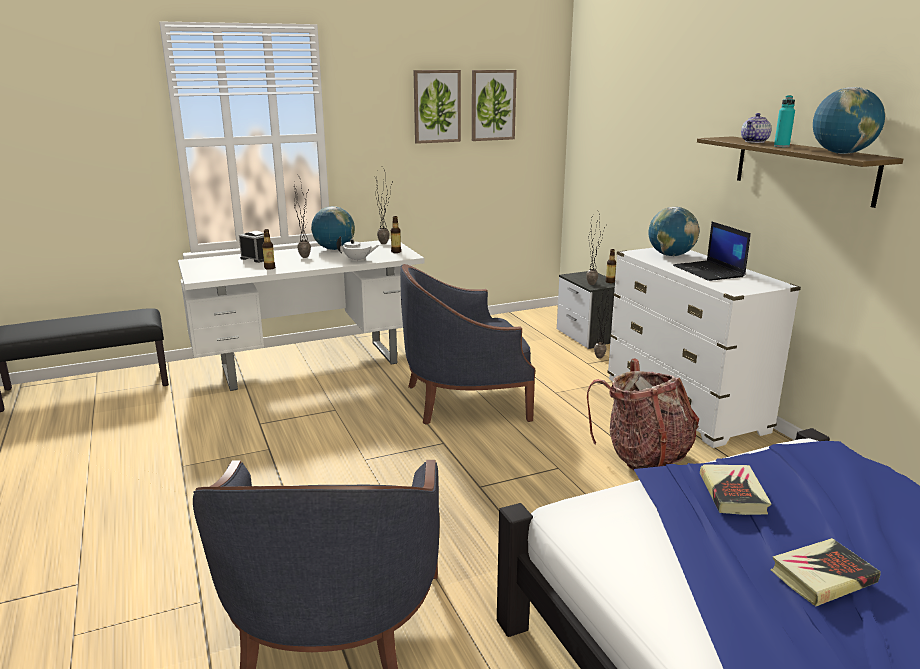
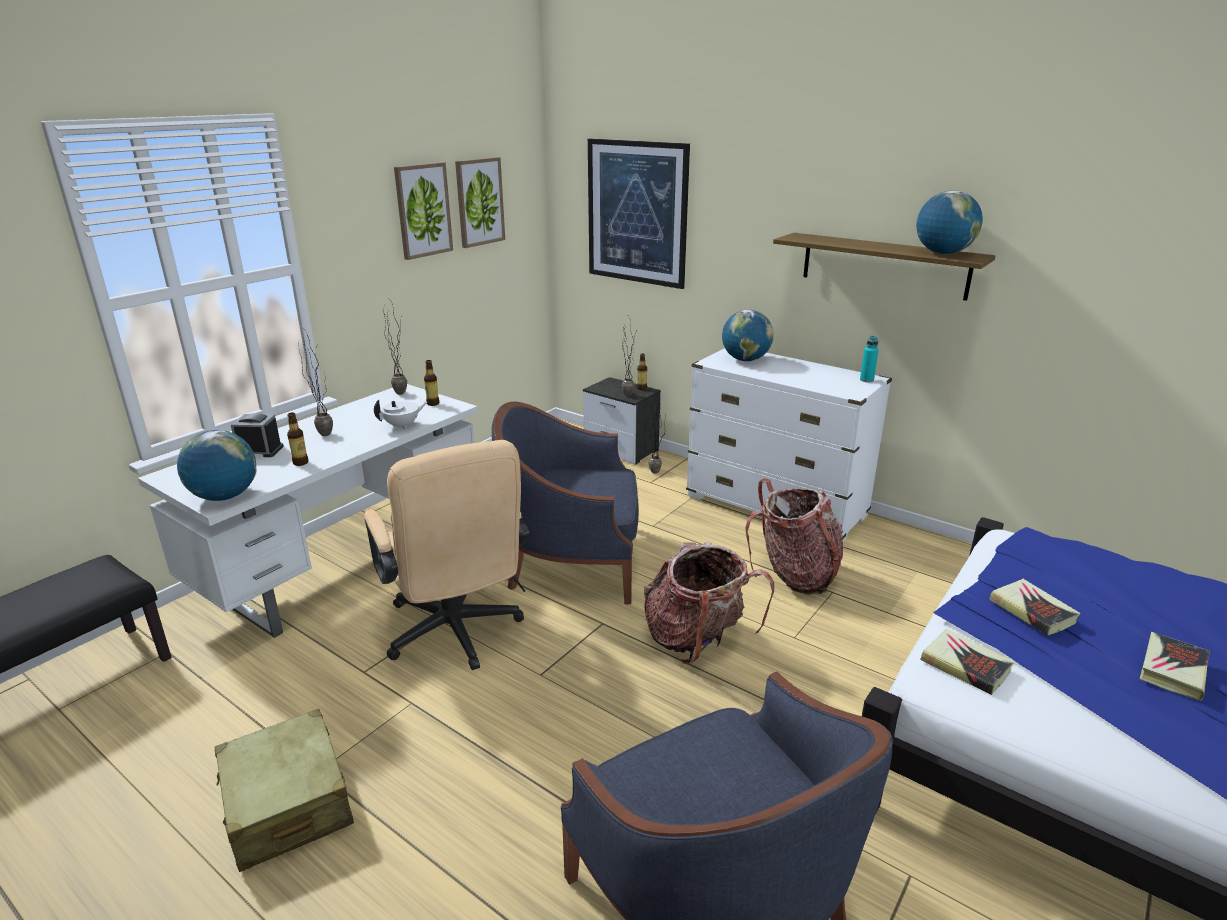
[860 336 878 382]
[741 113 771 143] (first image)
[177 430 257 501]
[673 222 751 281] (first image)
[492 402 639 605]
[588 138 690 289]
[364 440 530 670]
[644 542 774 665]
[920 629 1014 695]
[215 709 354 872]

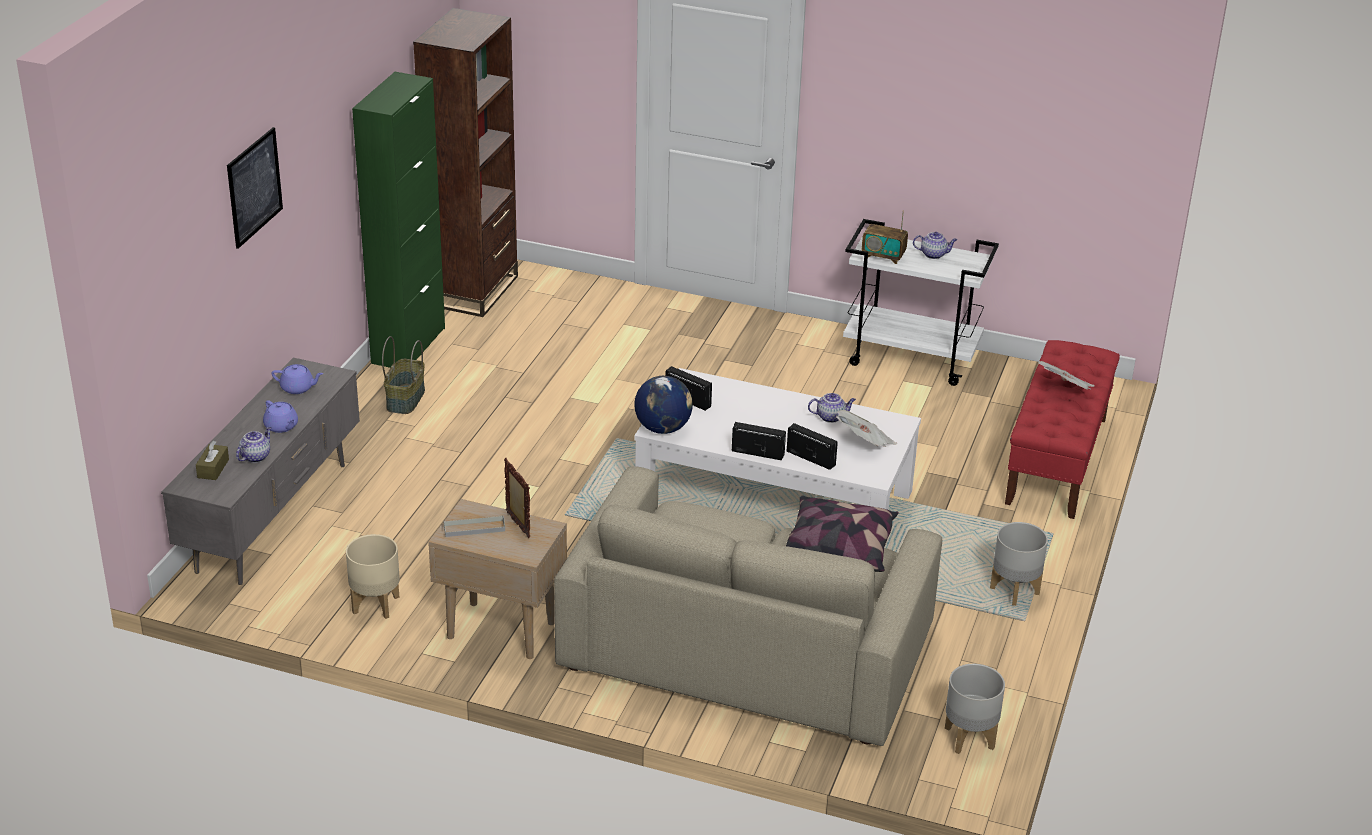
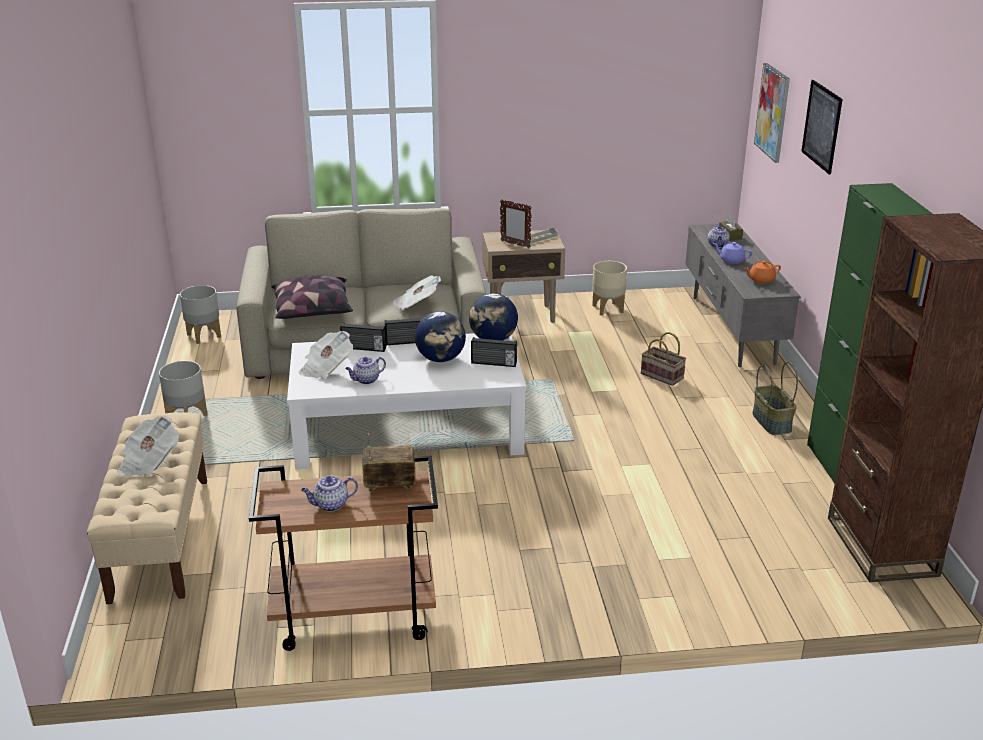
[249 456 438 651]
[86 413 207 604]
[744 261 781 284]
[754 63 790 163]
[392 276 441 310]
[415 311 466 362]
[641 332 686 386]

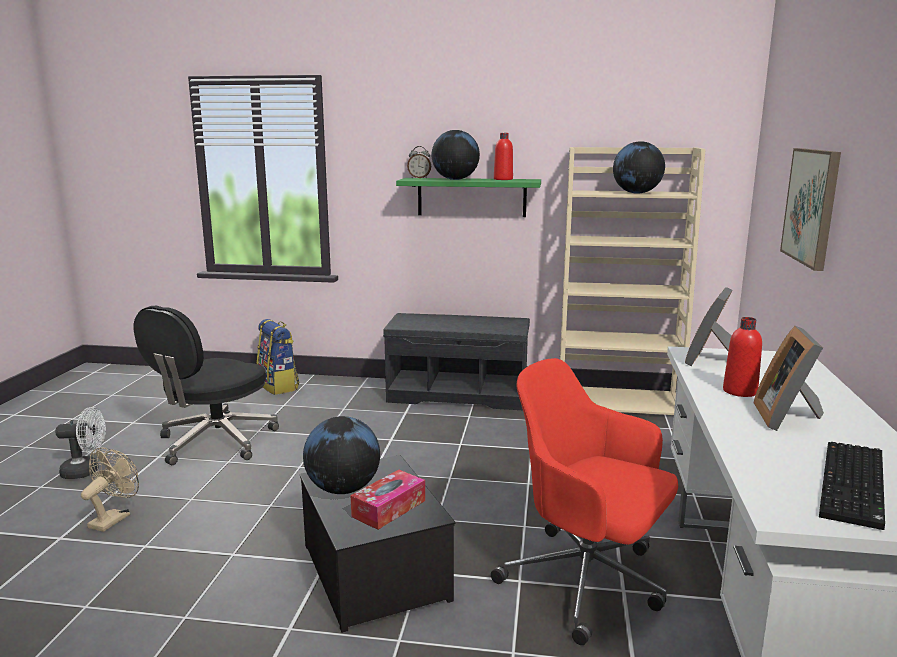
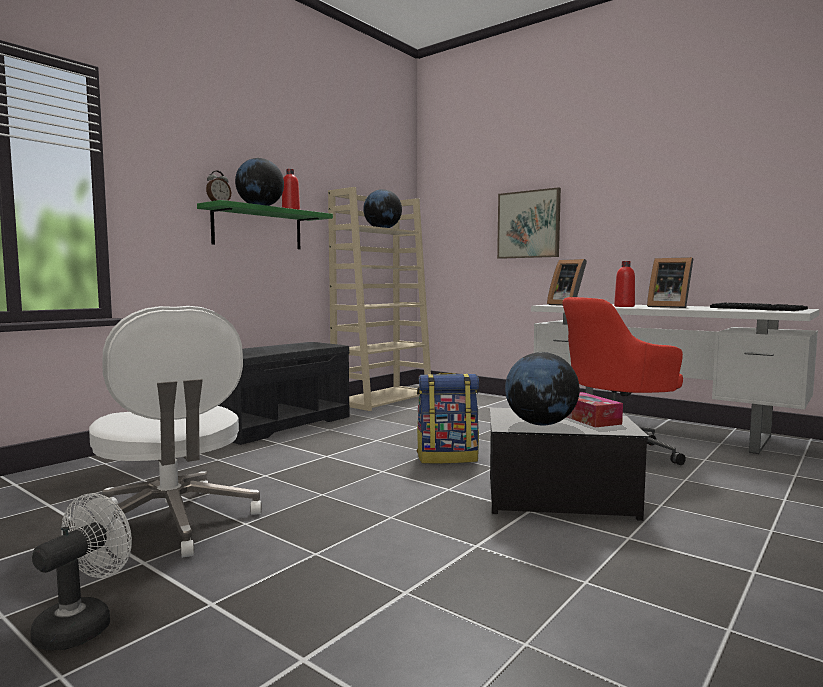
[89 306 262 558]
[417 373 479 464]
[81 448 139 532] (first image)

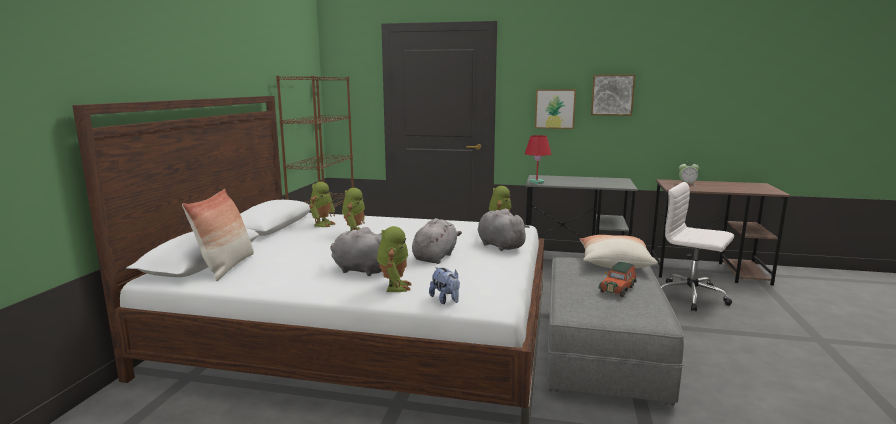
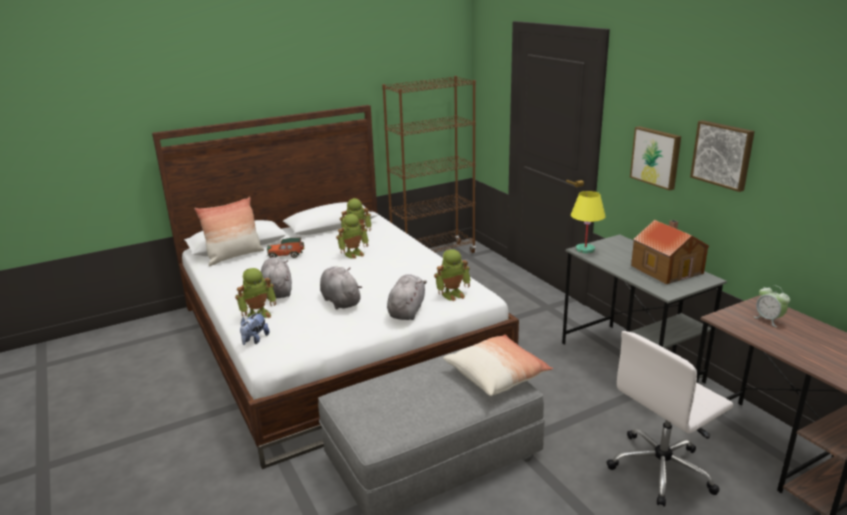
[571 191 606 254]
[606 331 733 507]
[320 266 362 309]
[267 238 304 258]
[631 220 709 284]

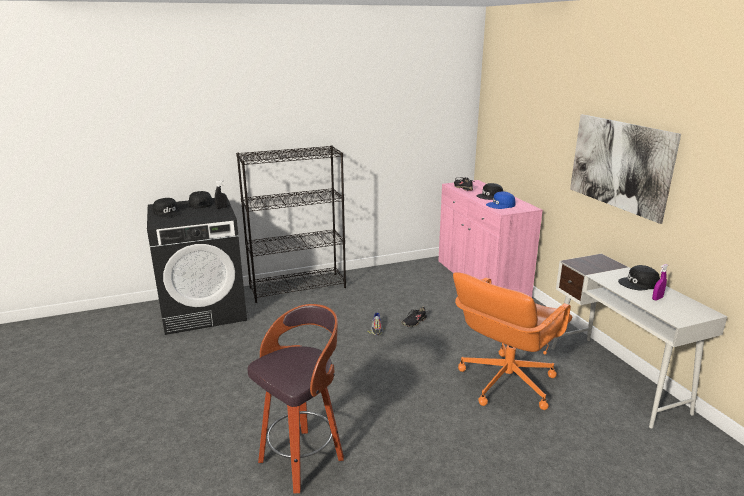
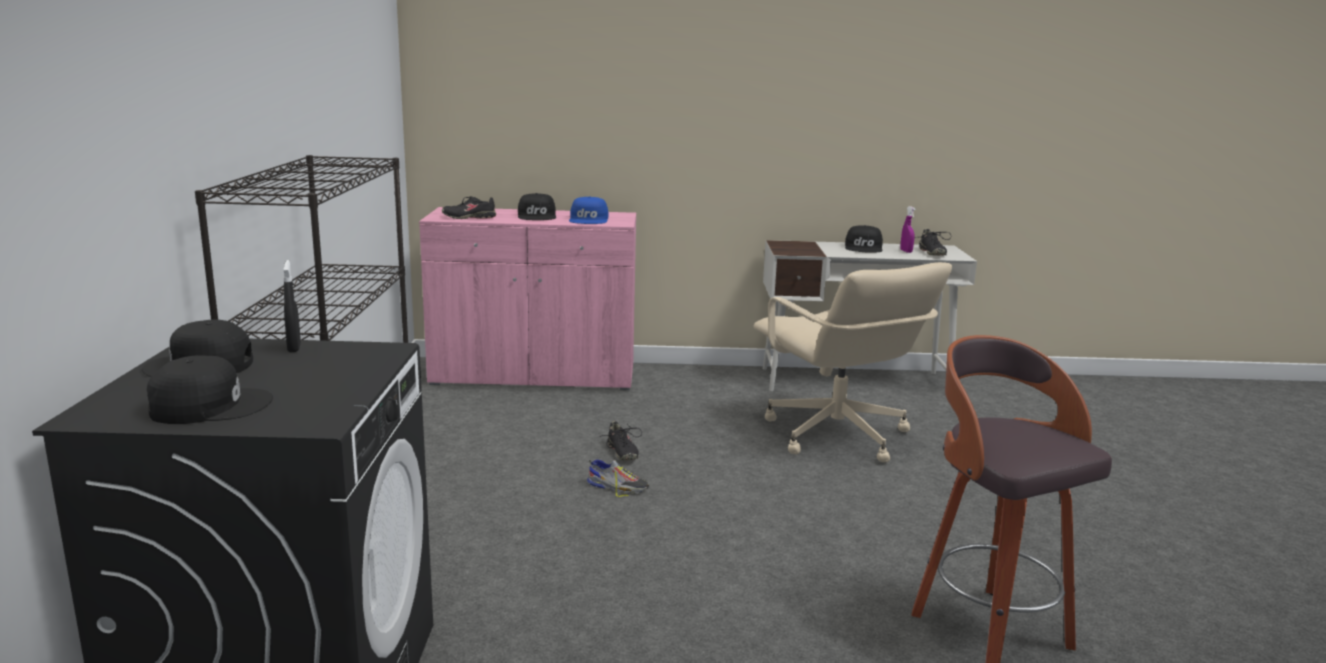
[570 114 681 224] (first image)
[753 262 952 462]
[915 229 951 256]

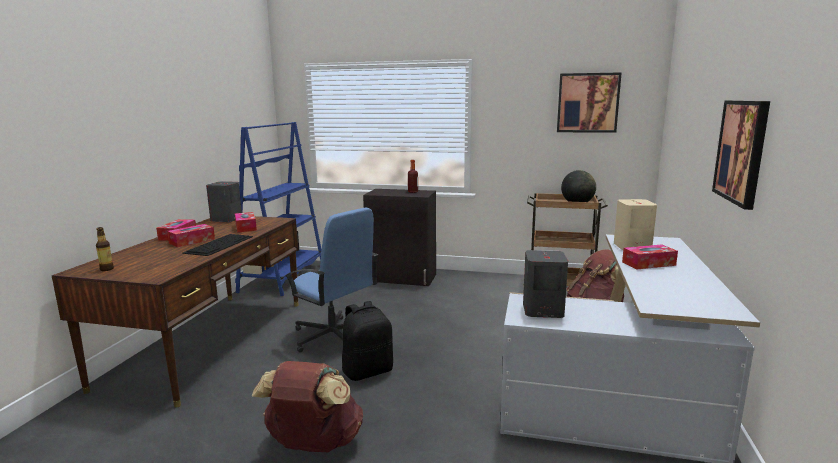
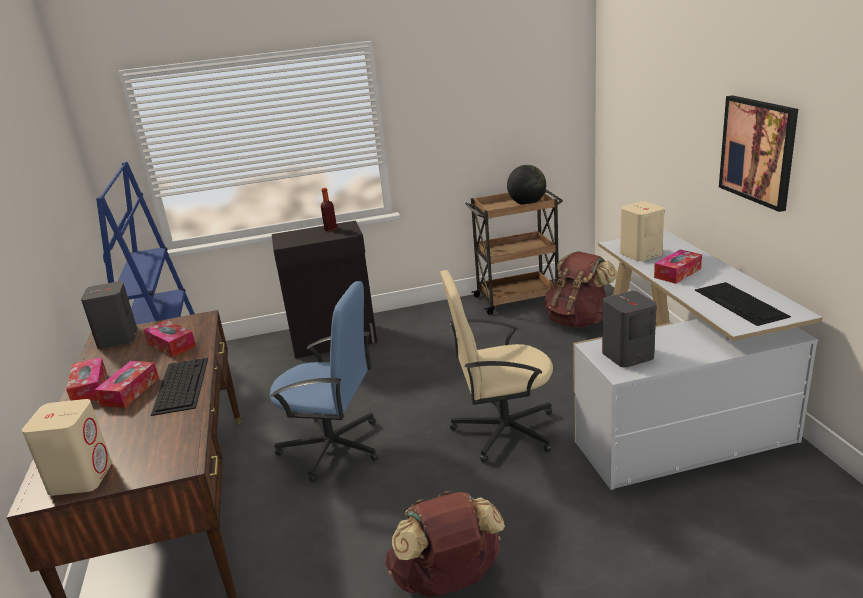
[557 72 622 133] (first image)
[22 399 112 496]
[342 301 393 381] (first image)
[440 270 553 463]
[695 282 791 326]

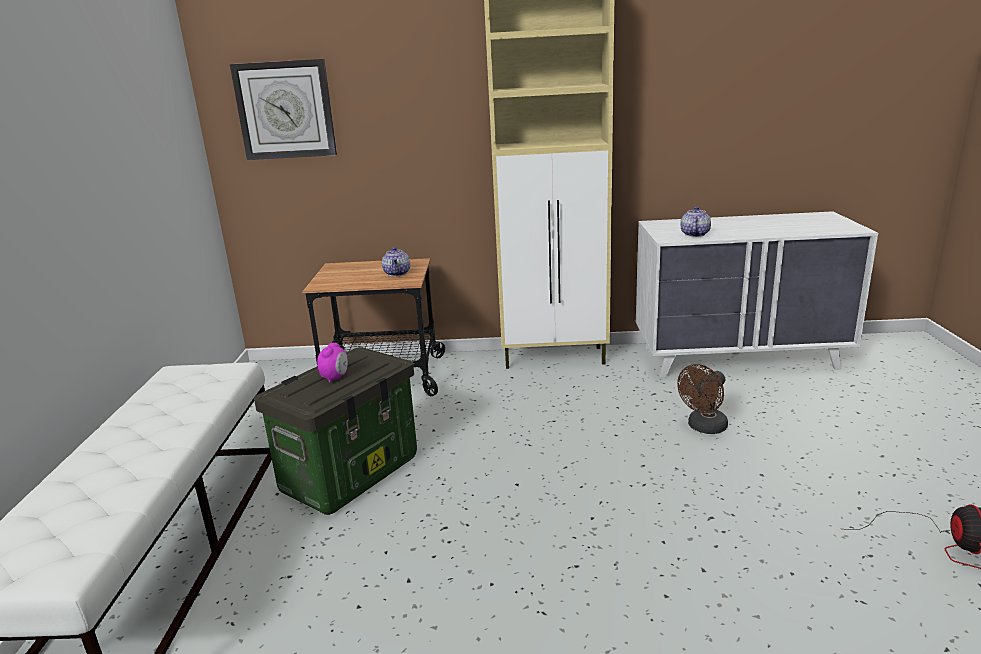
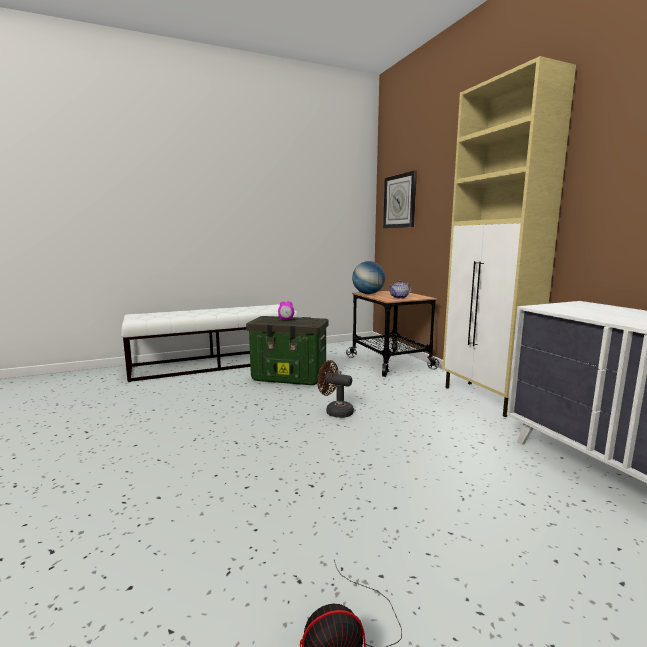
[680 206 711 237] (first image)
[317 360 354 418]
[352 261 385 294]

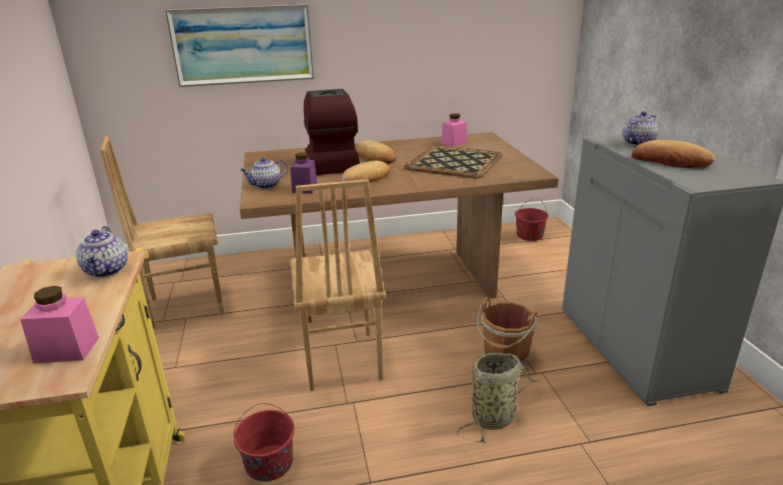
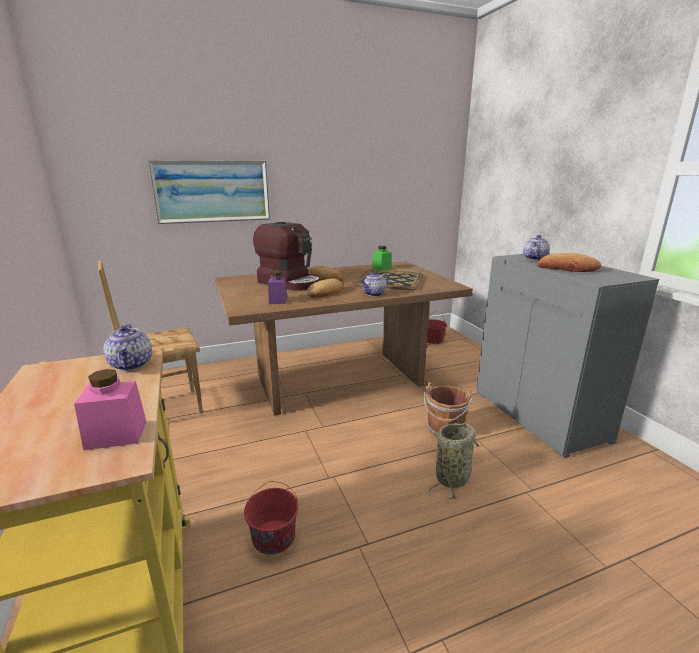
[253 222 320 291]
[372 246 392 270]
[361 272 388 297]
[290 179 386 391] (first image)

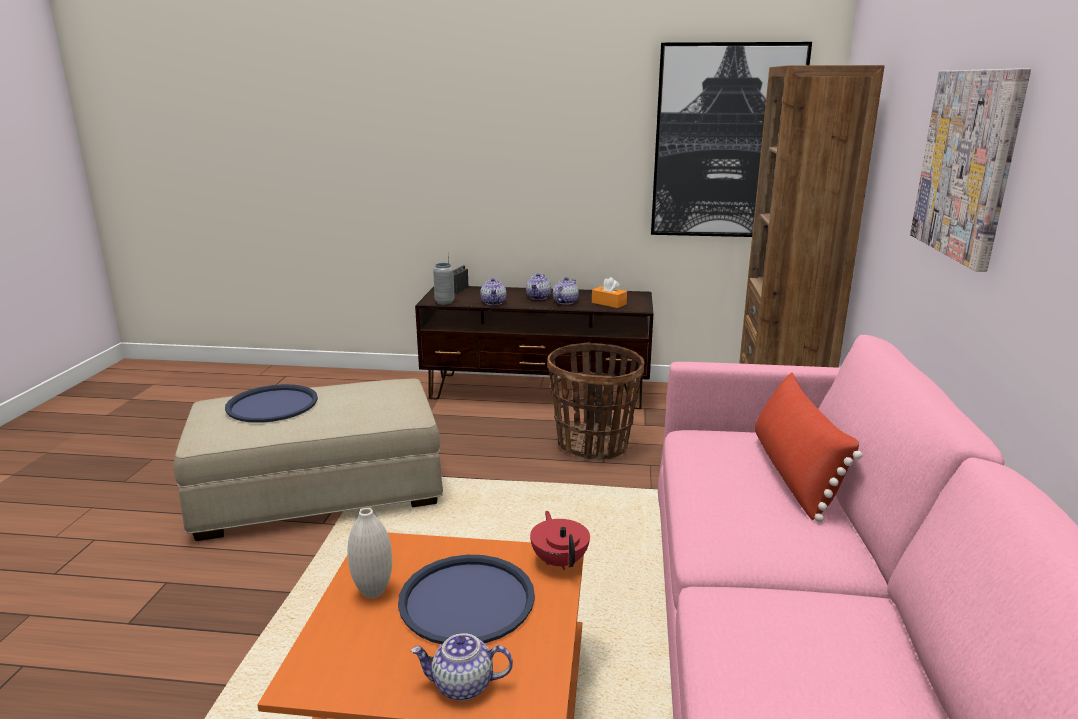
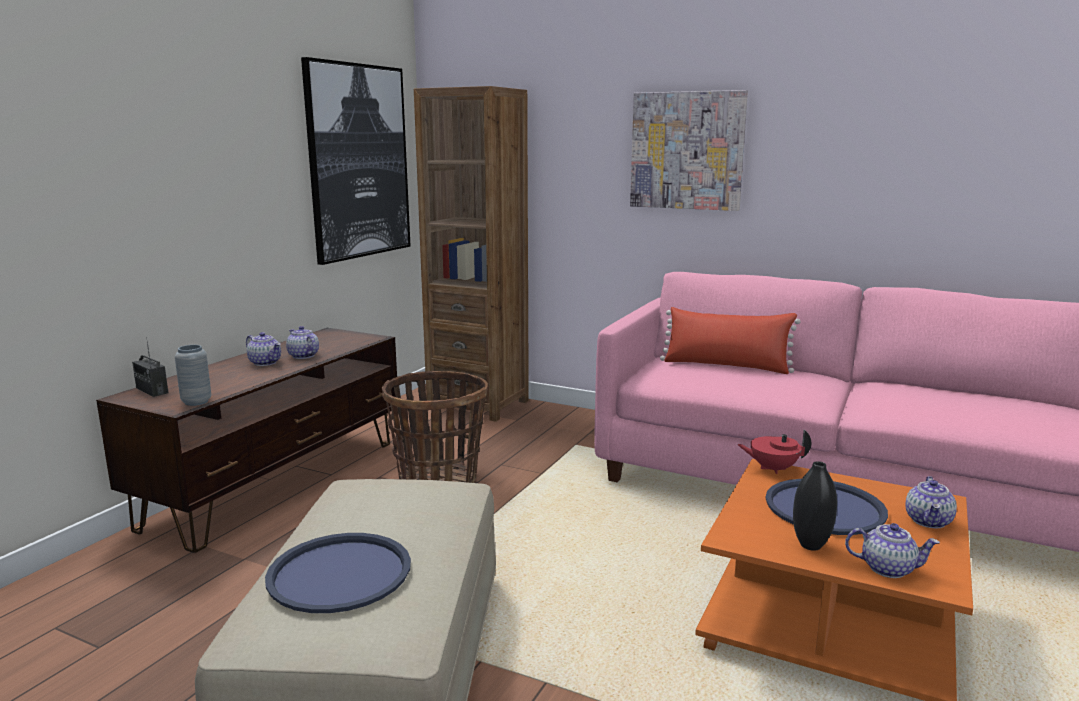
[592 277 627 308] (first image)
[845 523 940 578]
[793 461 837 551]

